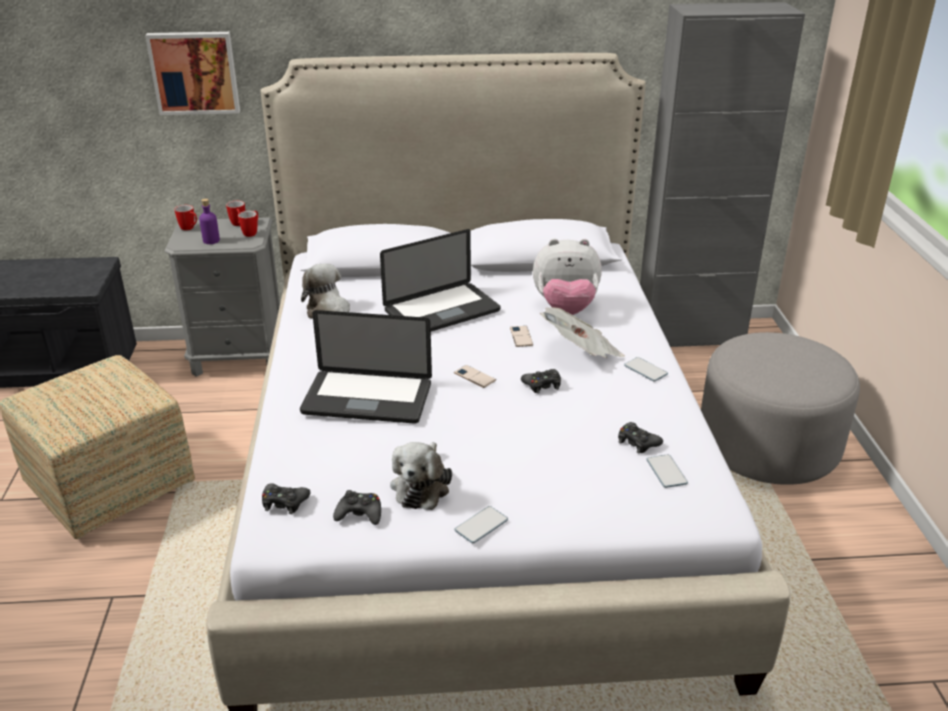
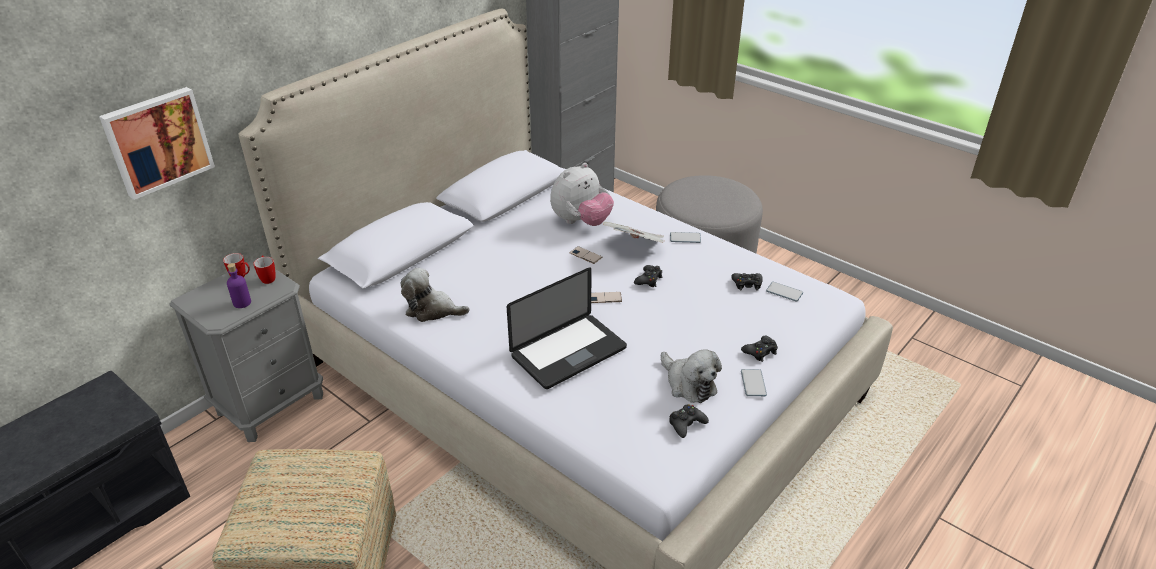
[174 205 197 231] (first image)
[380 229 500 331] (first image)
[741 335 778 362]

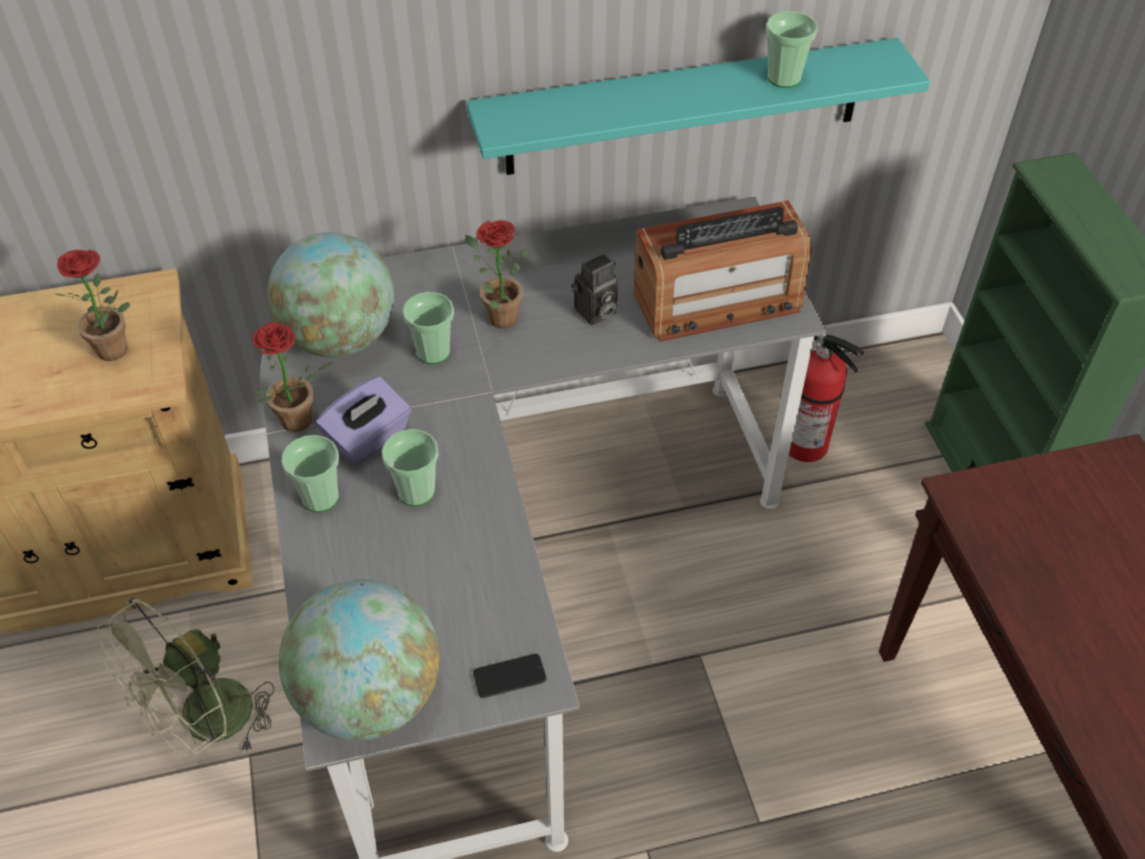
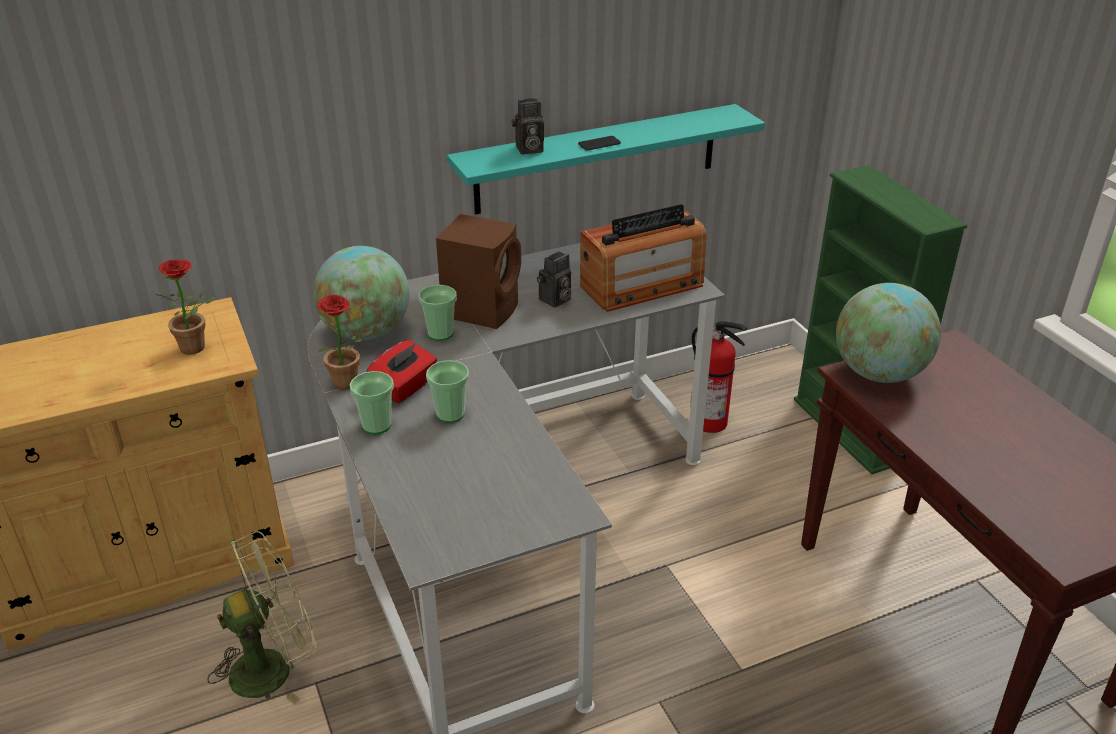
[766 11 818 88] (first image)
[436 214 521 329]
[367 340 437 403]
[836 283 941 383]
[207 531 317 705]
[578 136 621 151]
[512 98 544 154]

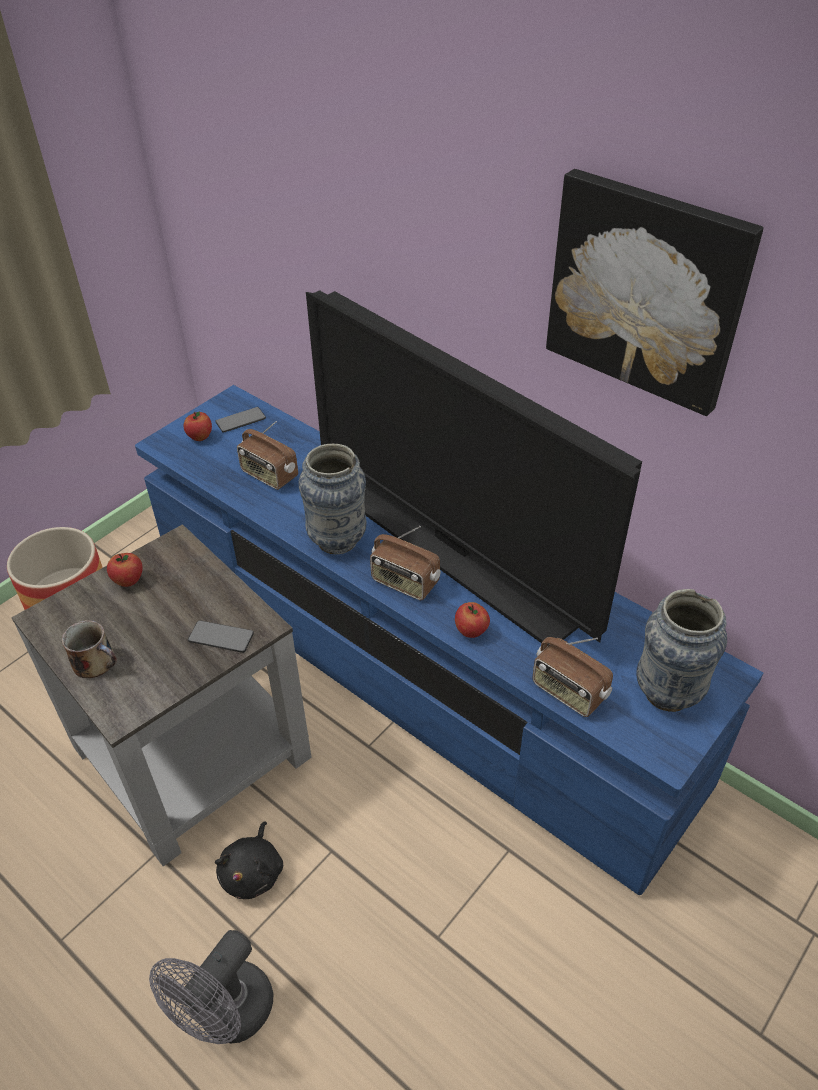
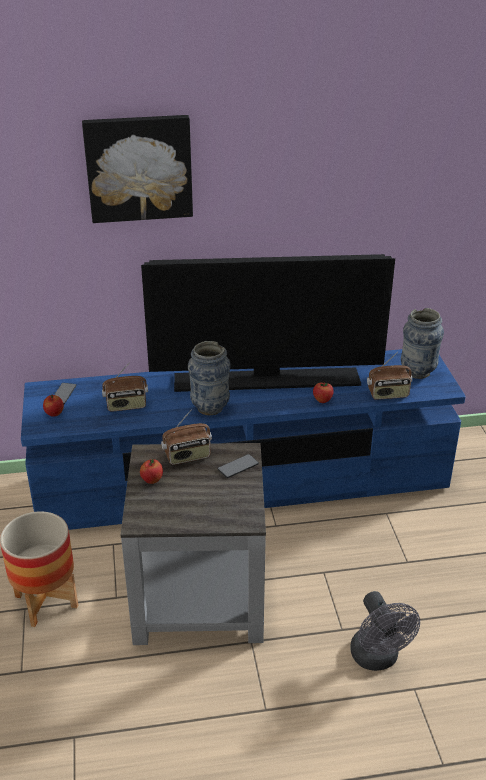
[82 115 193 223]
[161 409 212 465]
[62 620 117 678] (first image)
[215 821 283 899] (first image)

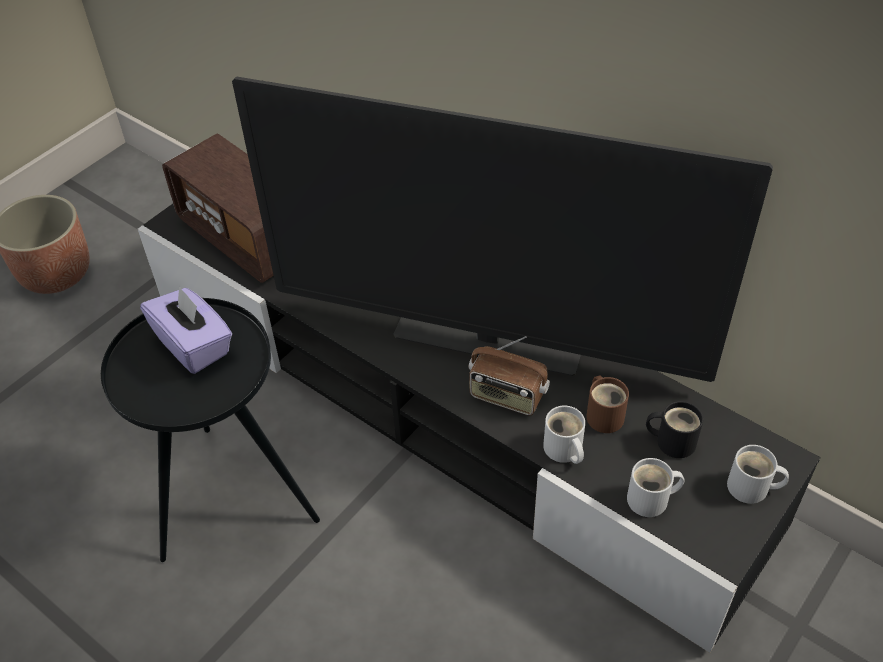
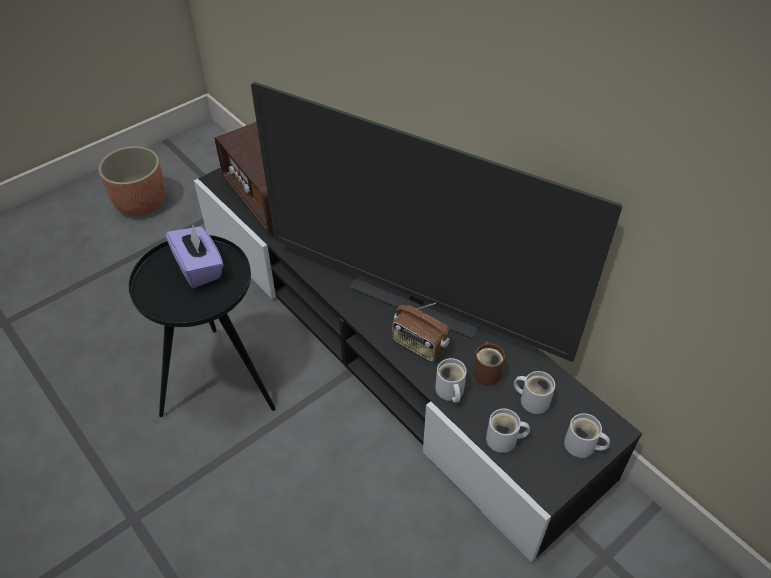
[514 371 555 414]

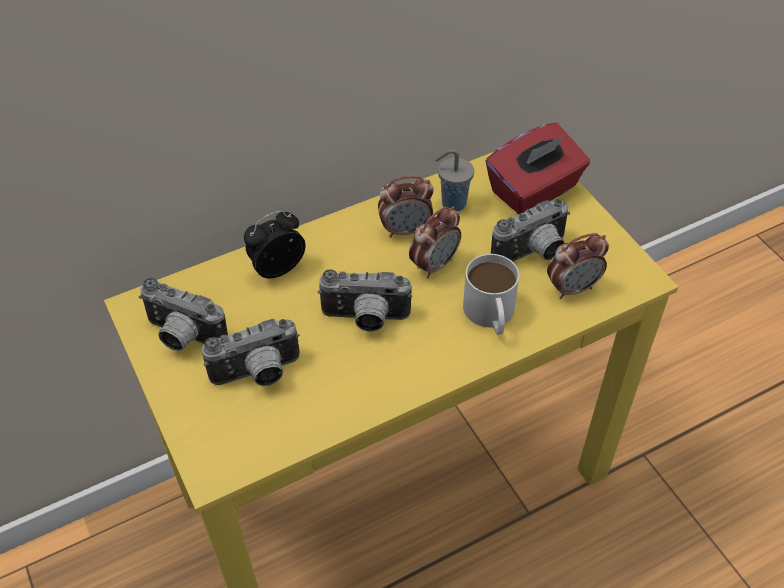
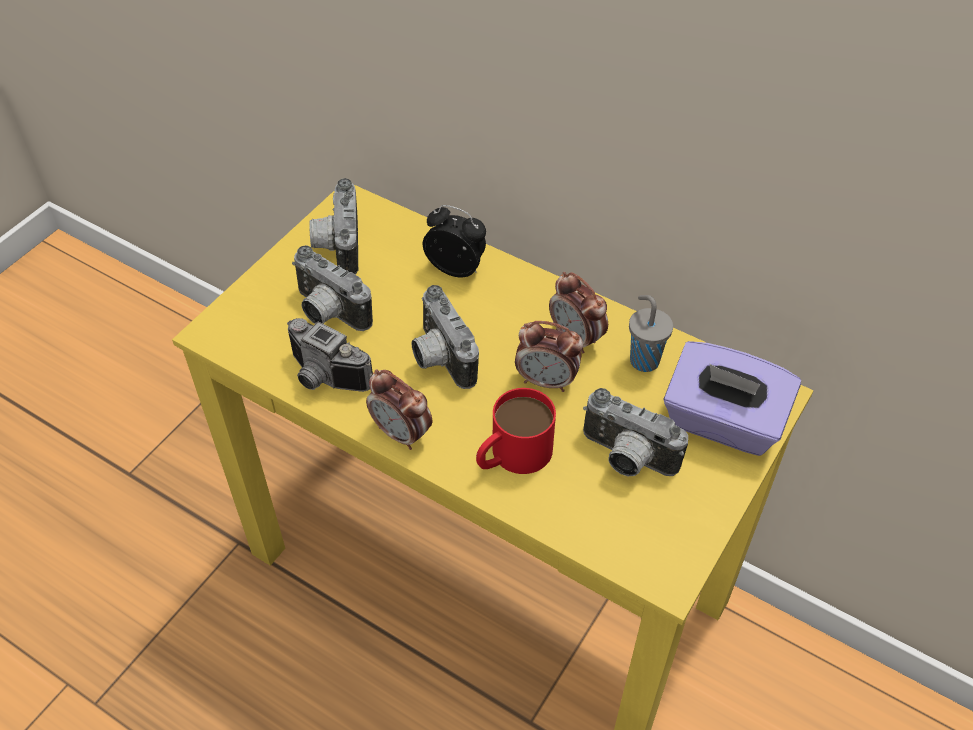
[664 341 801 456]
[366 369 432 450]
[476 388 556 474]
[287 318 373 392]

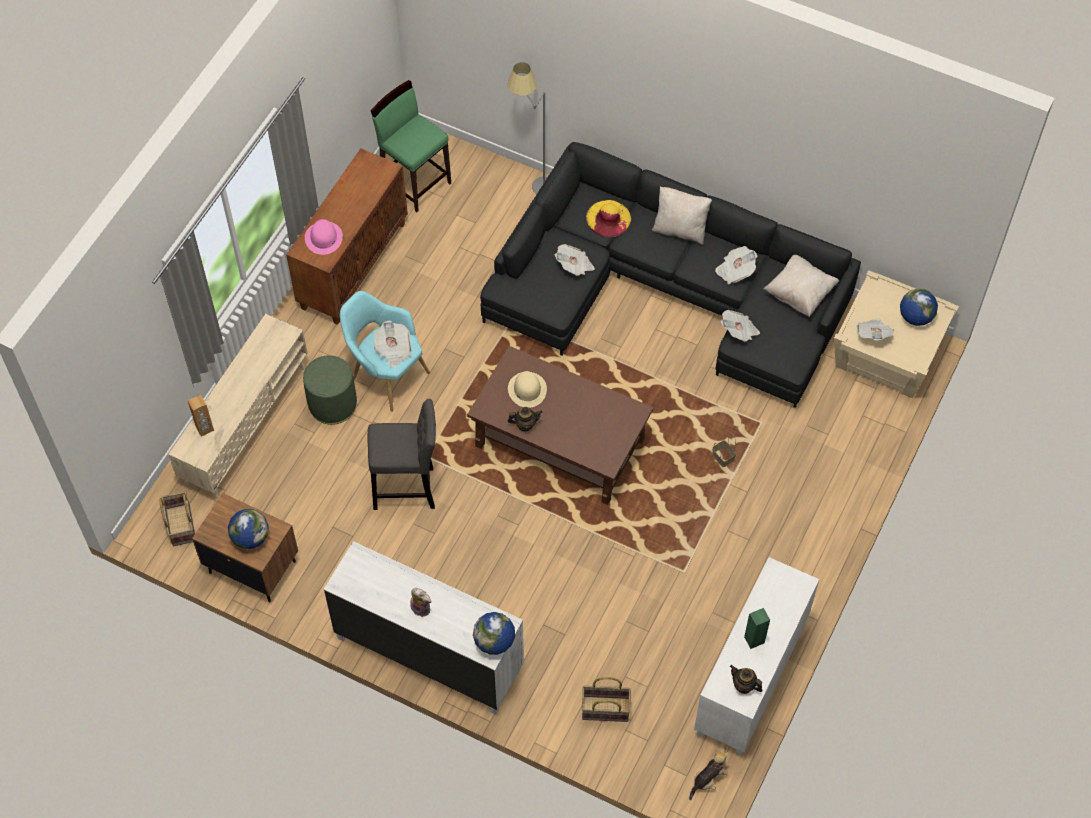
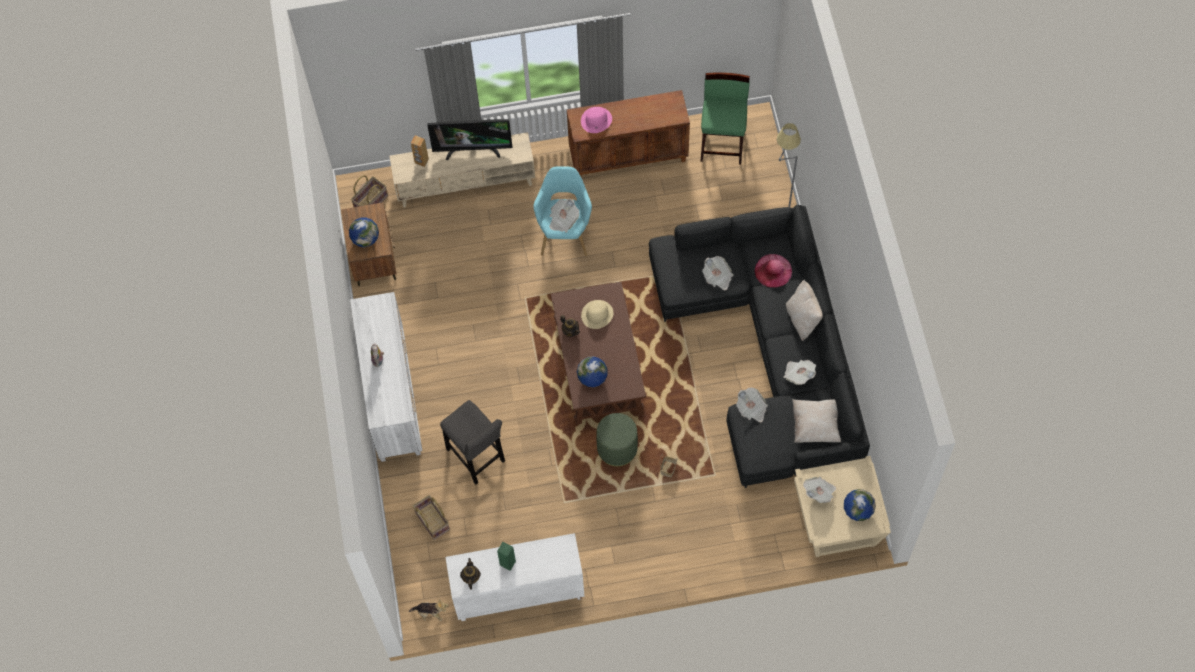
[754 254 792 288]
[596 413 638 466]
[440 400 505 484]
[577 356 607 387]
[427 119 512 160]

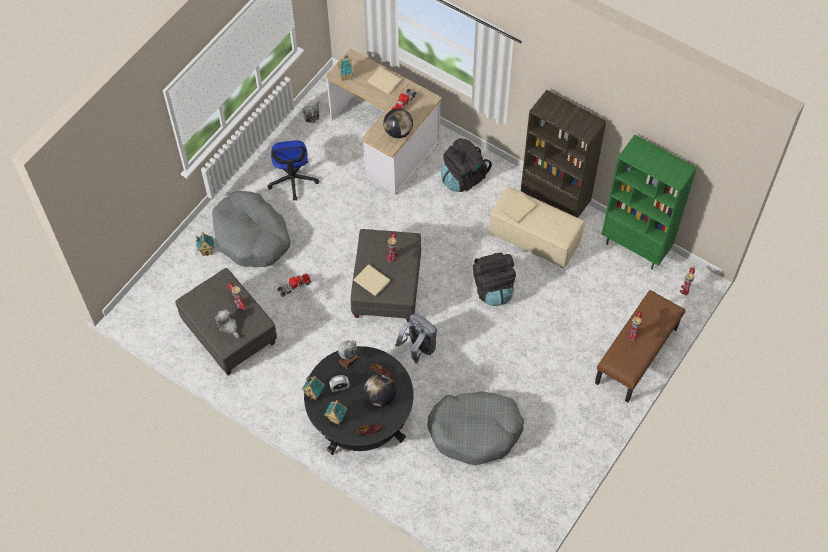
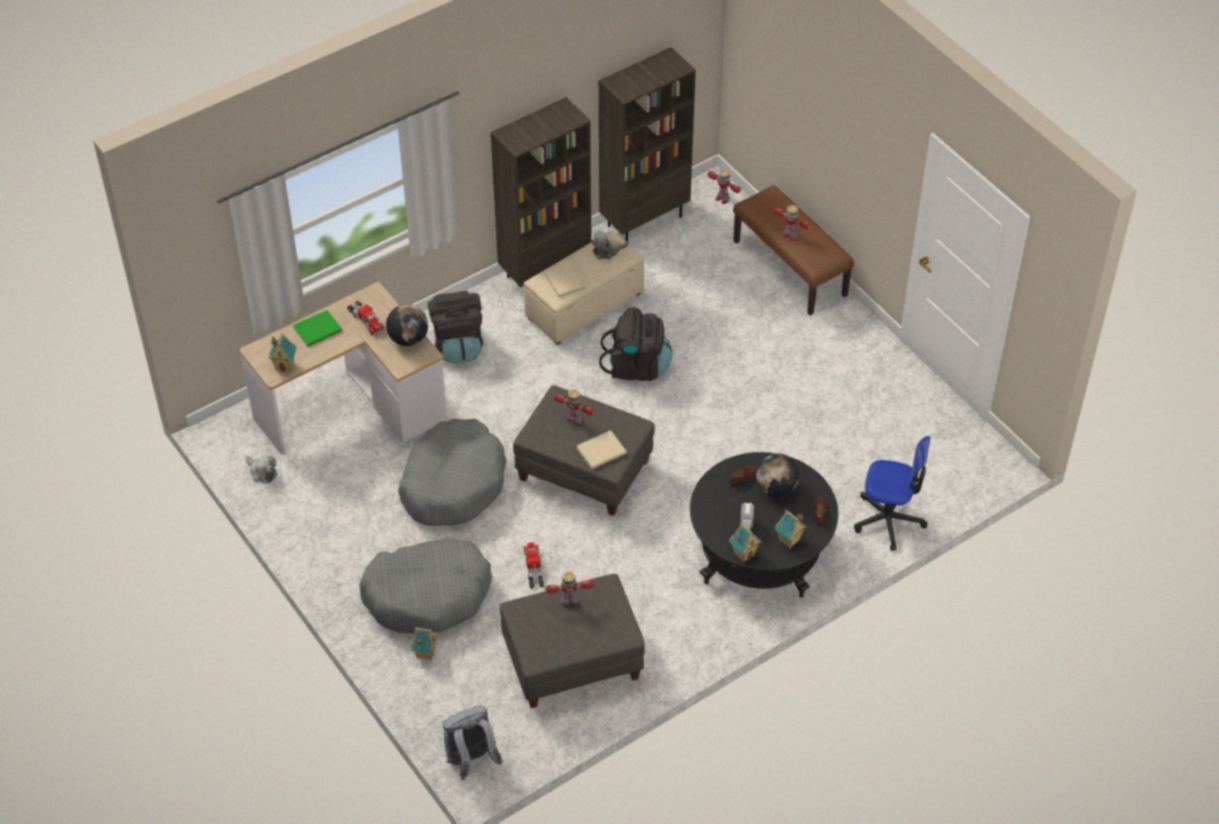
[293 310 342 347]
[599 47 696 241]
[854 436 930 551]
[591 231 629 259]
[443 705 503 780]
[338 341 359 369] (first image)
[398 418 507 526]

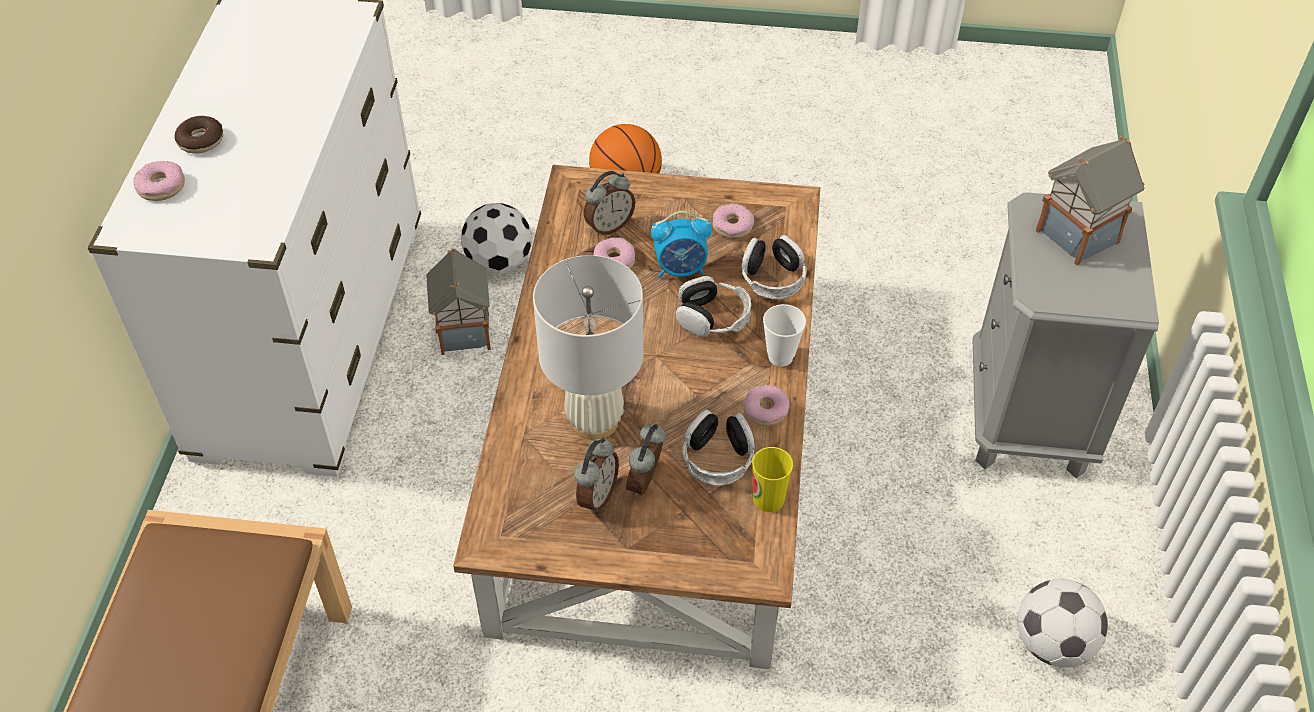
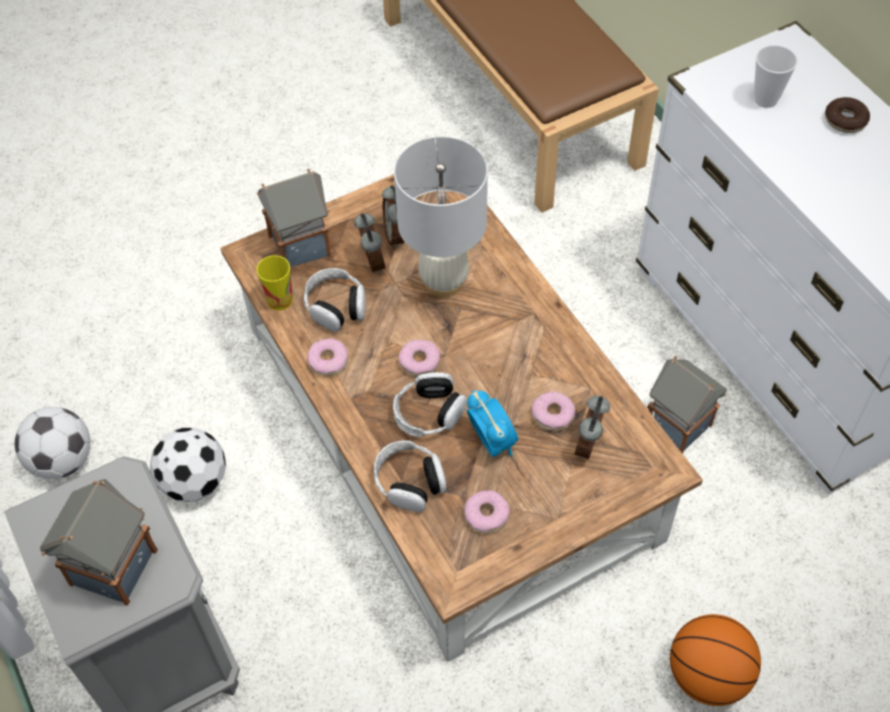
[399 340 440 377]
[150 428 226 502]
[467 390 518 457]
[754 45 798 108]
[257 169 331 267]

